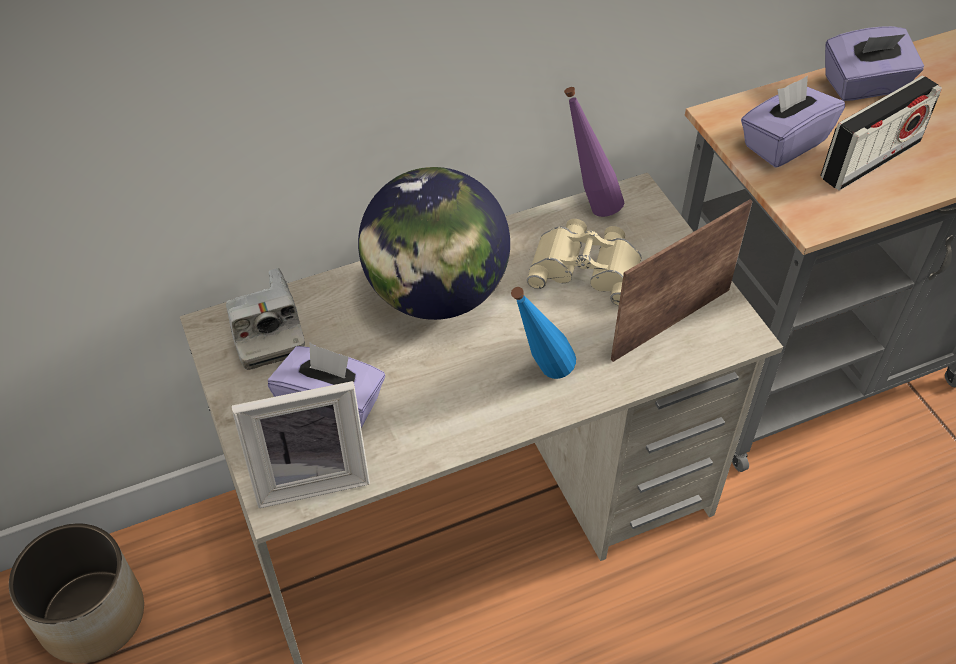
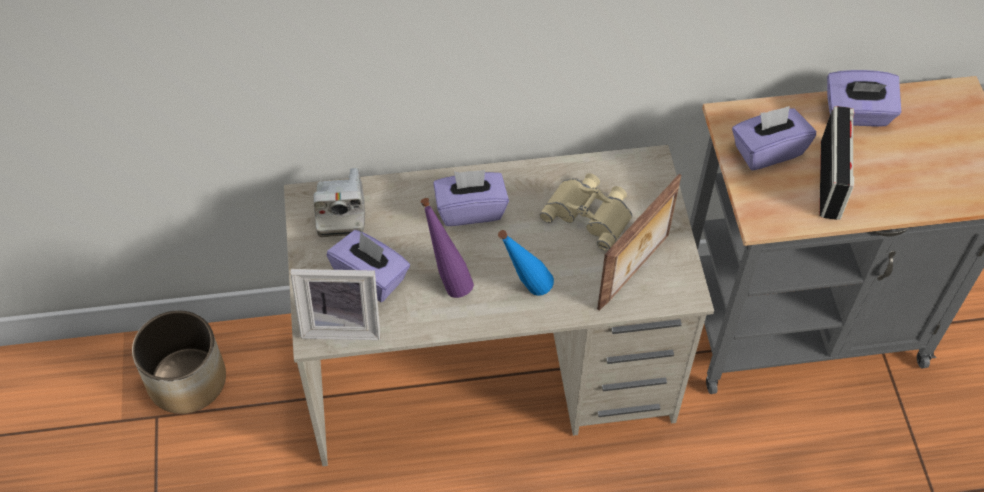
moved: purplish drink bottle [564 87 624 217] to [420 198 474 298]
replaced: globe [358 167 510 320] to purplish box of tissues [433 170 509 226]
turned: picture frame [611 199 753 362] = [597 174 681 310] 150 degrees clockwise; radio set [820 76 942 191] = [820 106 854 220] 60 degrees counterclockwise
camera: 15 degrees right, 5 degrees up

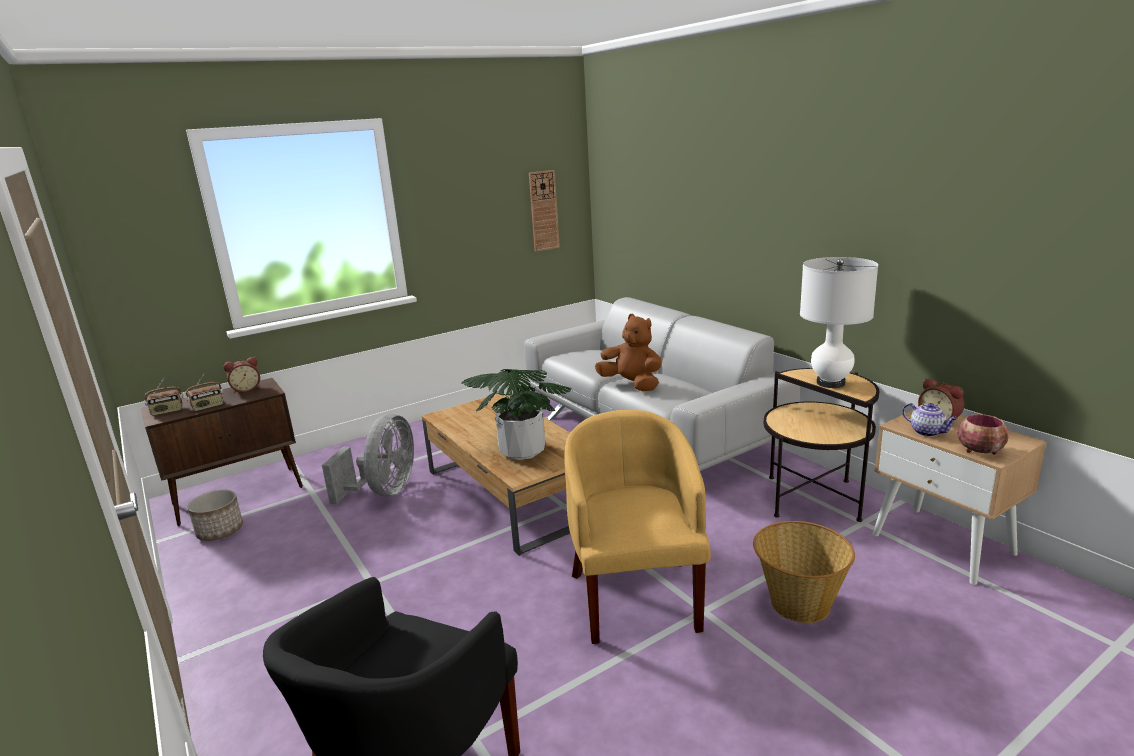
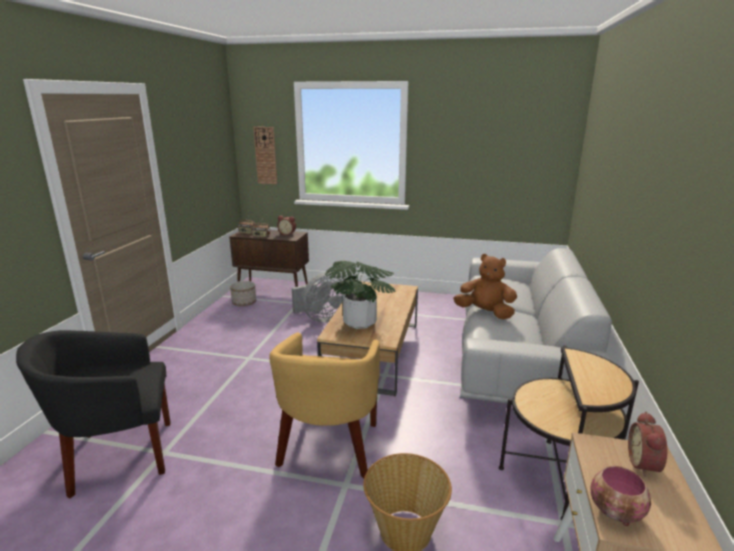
removed: whitish table lamp [800 257 878 388]; teapot [903 403 958 437]
moved: wall clock [529 170 560 252] to [253 127 277 184]
turned: yellowish armchair [564 410 711 644] = [269 332 380 479] 150 degrees clockwise; brown plush toy [595 314 662 391] = [453 254 517 320] 60 degrees counterclockwise
camera: 45 degrees right, 0 degrees up

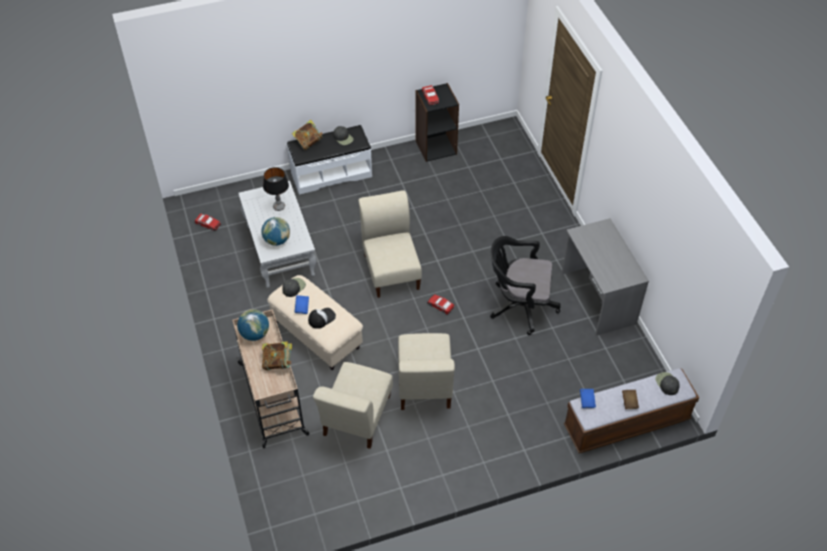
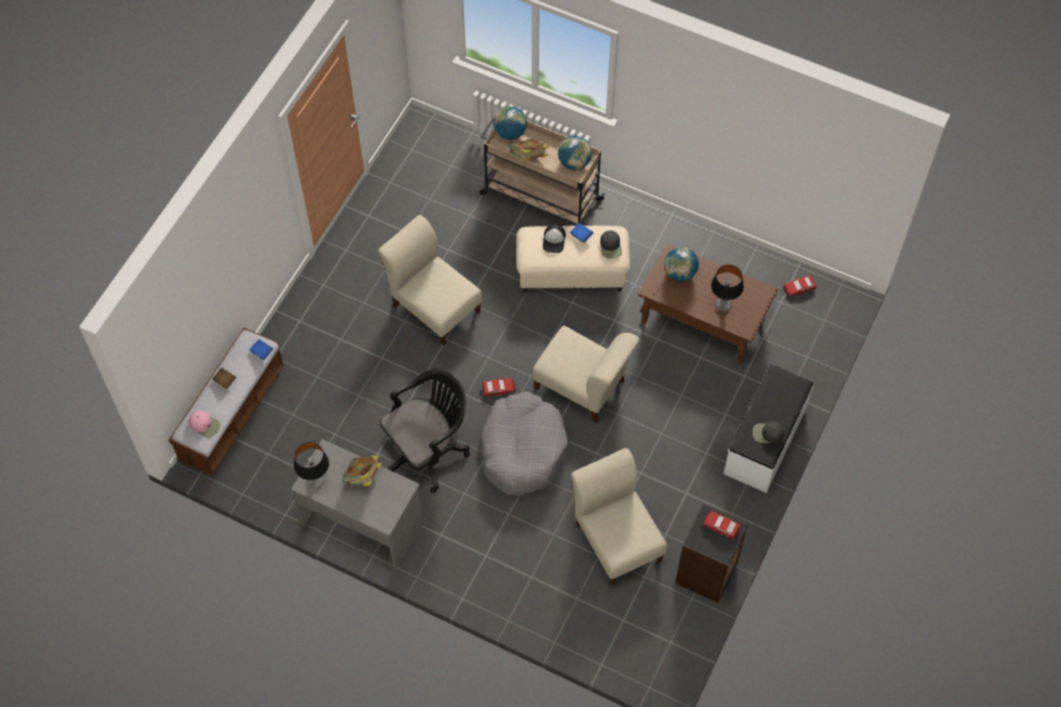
added: table lamp [294 442 329 489]; greyish pet bed [480 391 569 496]; globe [493 106 527 140]
moved: book [292 120 323 150] to [342 455 382 486]; beige upright chair [313 362 393 449] to [572 448 667 586]
recoloured: whitish low table [238 181 316 288] to brown low table [638 243 778 365]; blackish baseball cap [655 372 680 395] to pinkish baseball cap [189 411 220 437]
camera: 135 degrees right, 10 degrees up

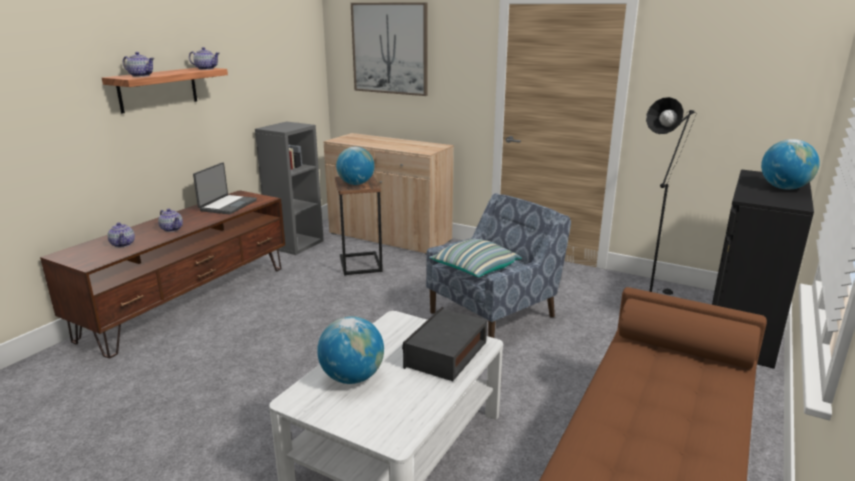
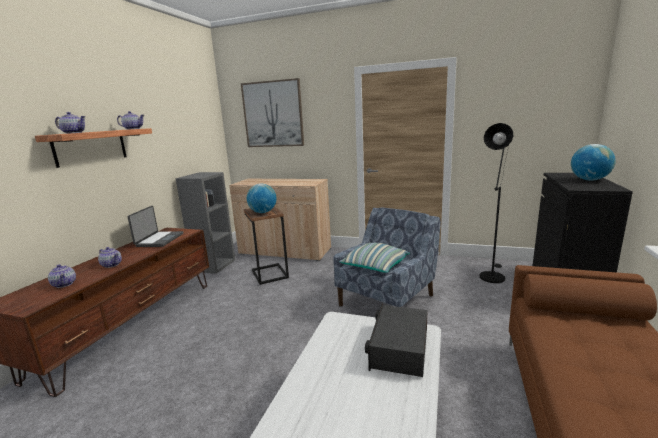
removed: globe [317 316 384 384]
camera: 10 degrees left, 5 degrees down

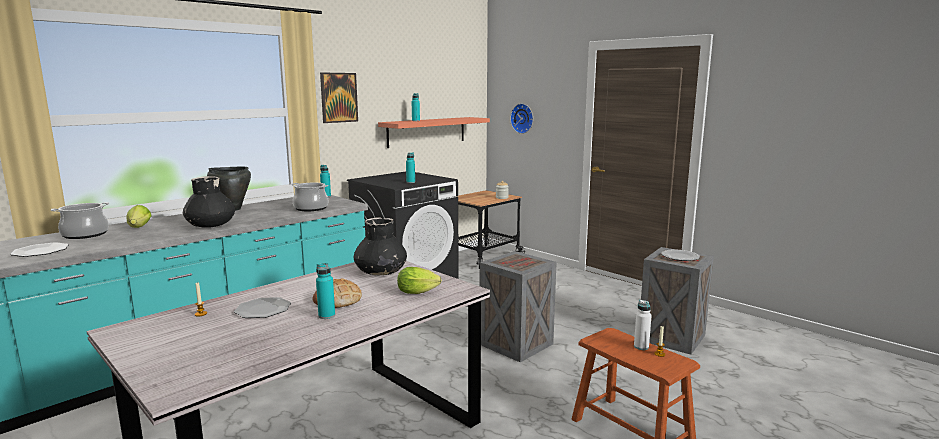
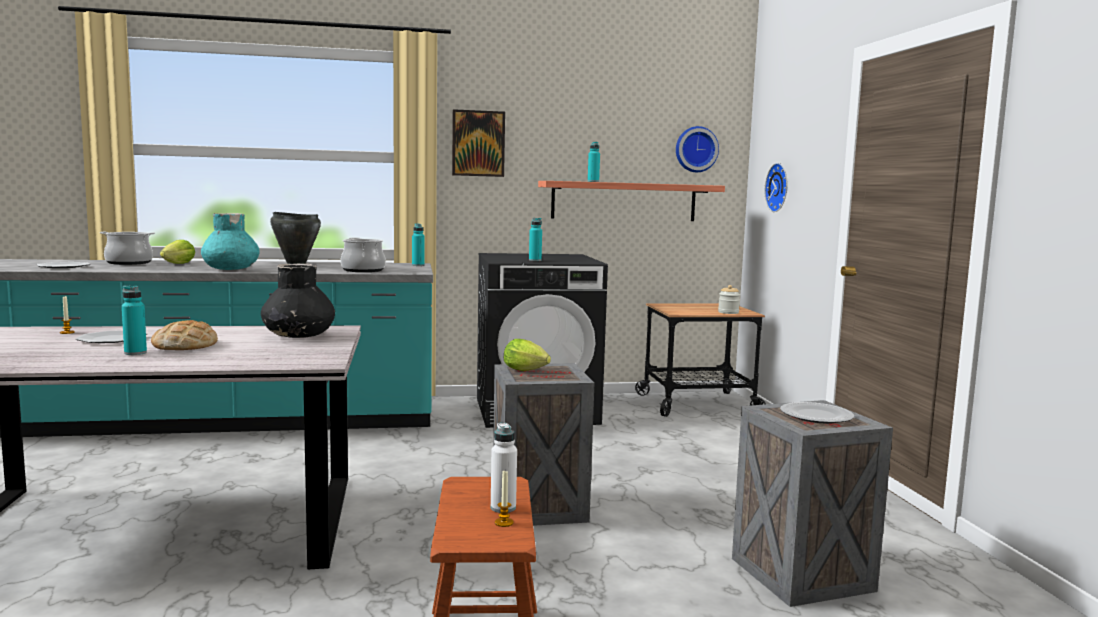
added: wall clock [676 126 719 172]
moved: lettuce [397 267 442 294] to [504 339 551 371]
recoloured: blackish decorative vase [183 176 235 227] to blue-green decorative vase [201 213 260 270]
camera: 35 degrees right, 5 degrees down

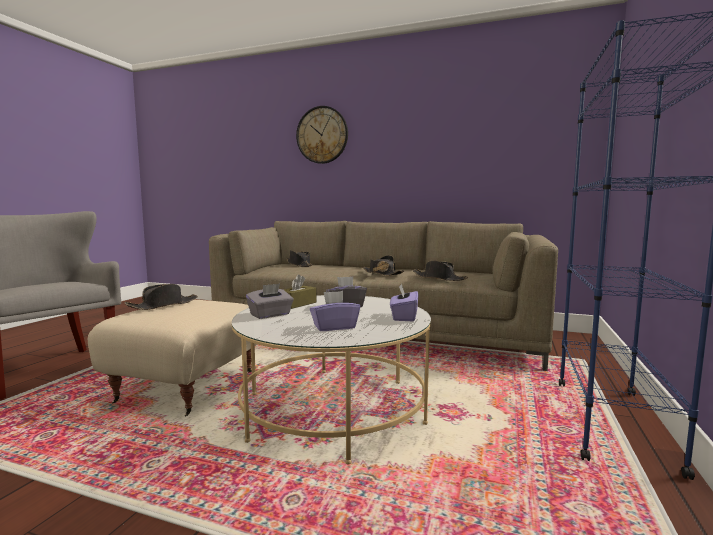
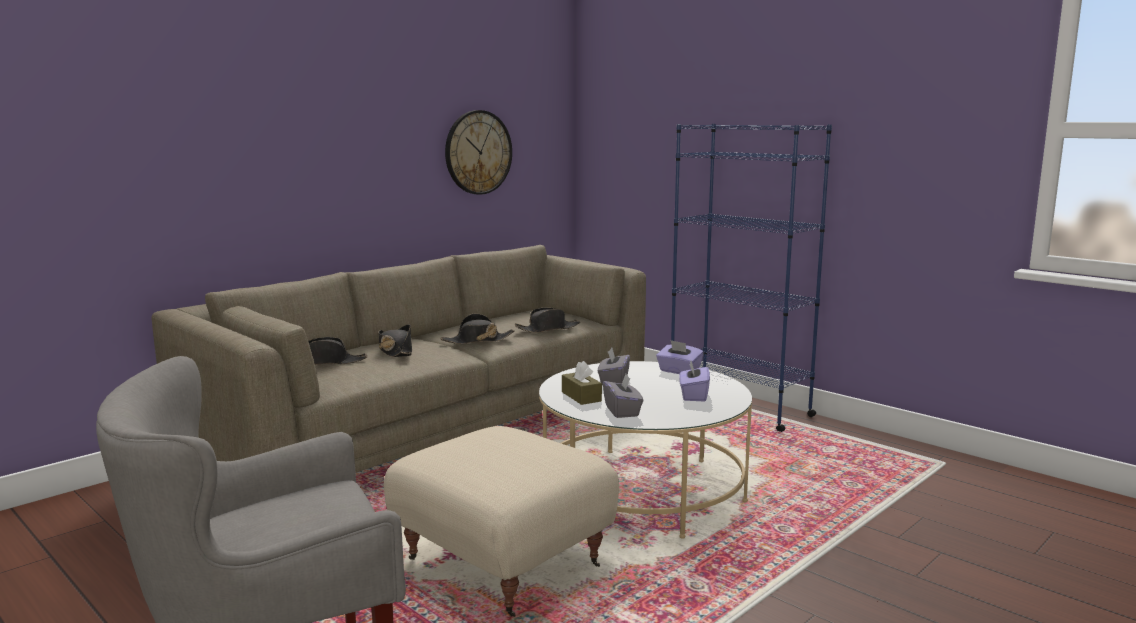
moved: blackish clothing hat [125 284 198 310] to [378 324 412 357]; wall clock [296 106 348 164] to [445 110 512 195]
camera: 65 degrees left, 5 degrees up

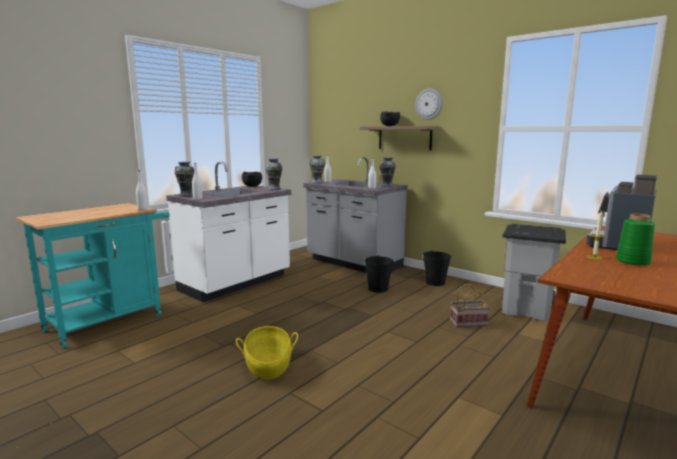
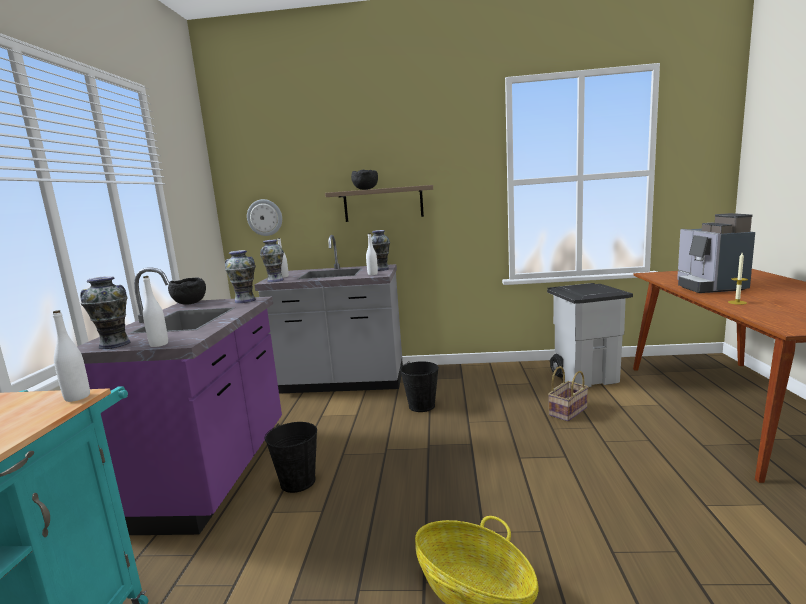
removed: green decorative vase [616 214 655 266]
moved: wall clock [415 89 442 120] to [247 199 282 236]; blackish bucket [423 250 451 286] to [264 422 317 493]
recoloured: whitish counter [166 161 291 302] to purplish counter [77 267 282 535]
camera: 35 degrees left, 0 degrees up

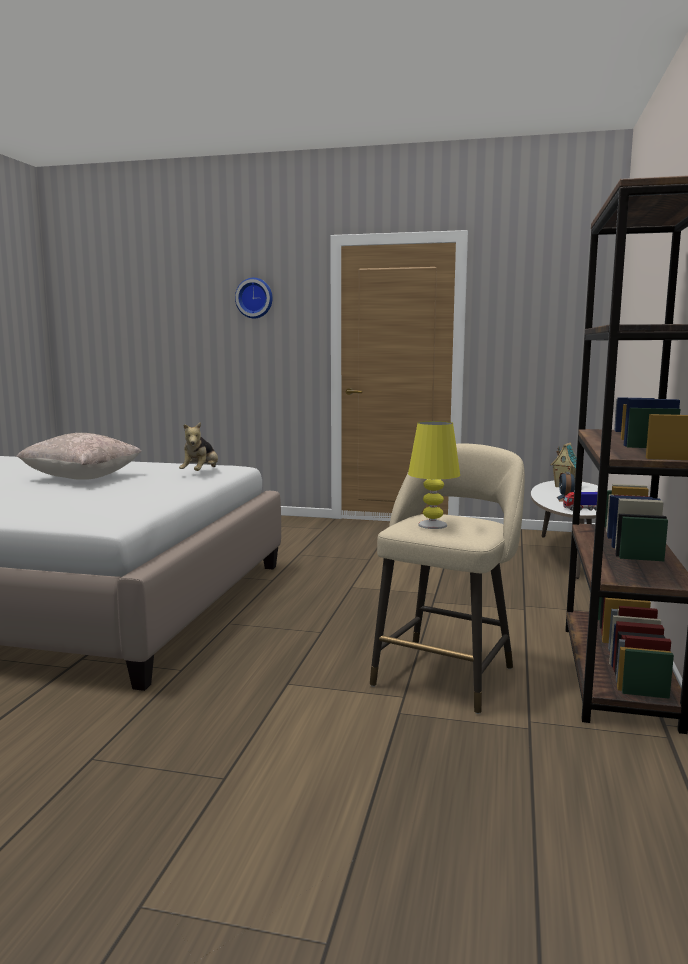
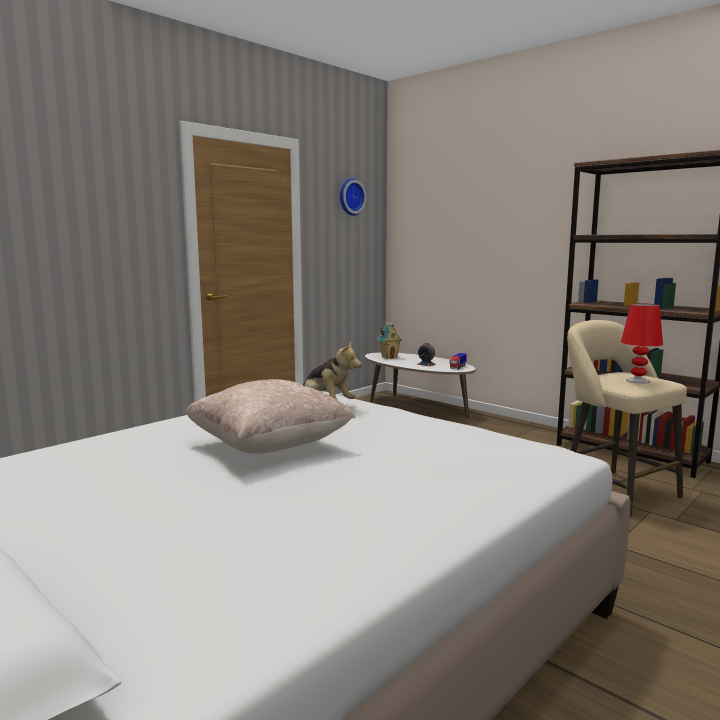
moved: wall clock [235 278 273 318] to [340 178 367 216]
recoloured: yellowish table lamp [408 421 460 529] to reddish table lamp [621 303 663 384]
camera: 60 degrees left, 0 degrees up

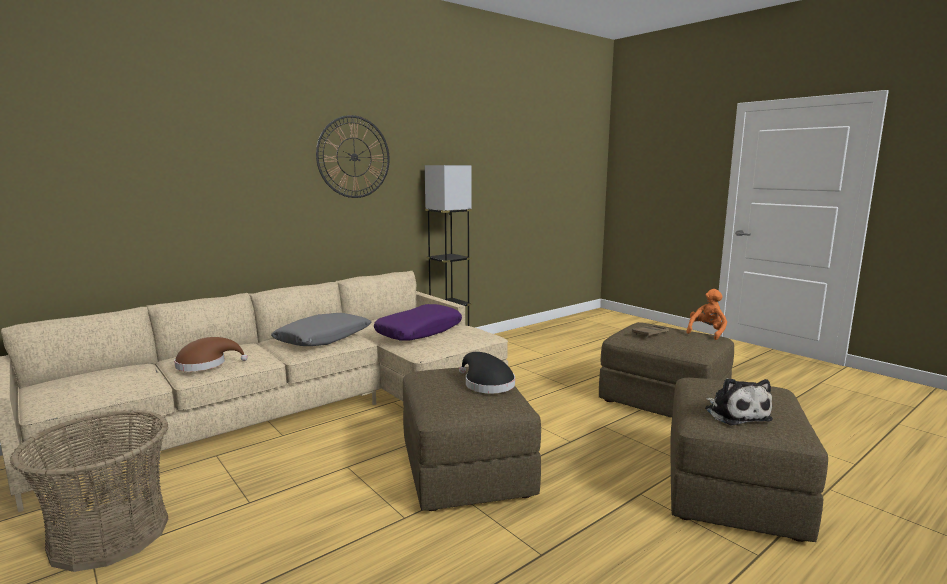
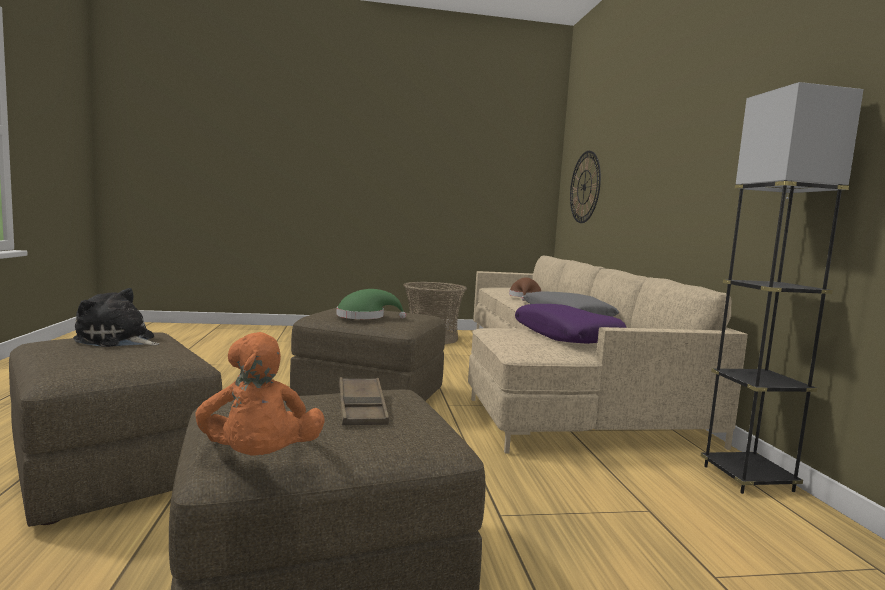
moved: wall clock [316 115 389 198] to [570 151 601 223]
recoloured: blackish clothing hat [459 352 515 393] to green clothing hat [337 289 406 319]
camera: 120 degrees right, 5 degrees down

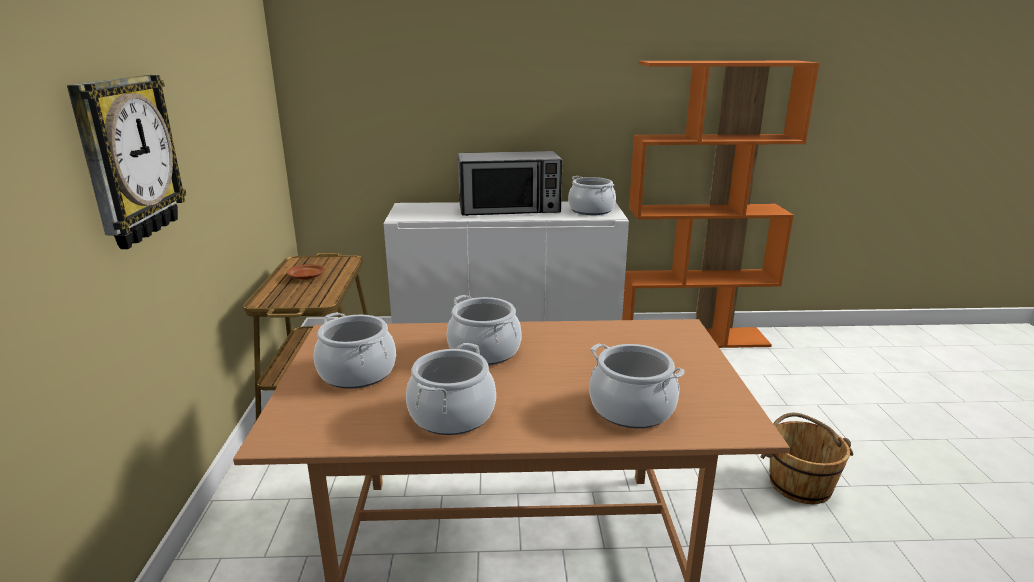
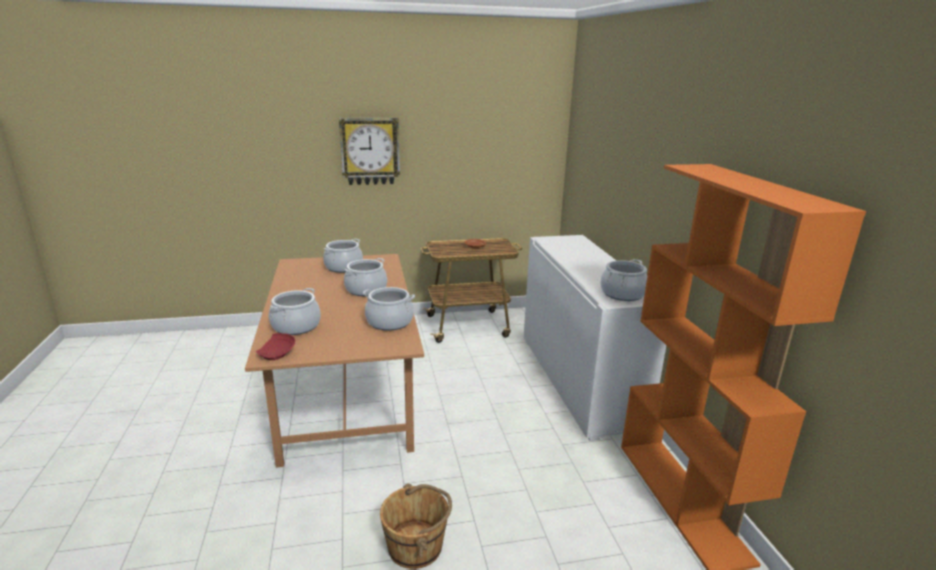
removed: microwave [458 151 562 216]
added: reddish dinner plate [256 333 295 360]
moved: cooking pot [406 343 496 435] to [363 287 415 331]
camera: 80 degrees right, 0 degrees up

